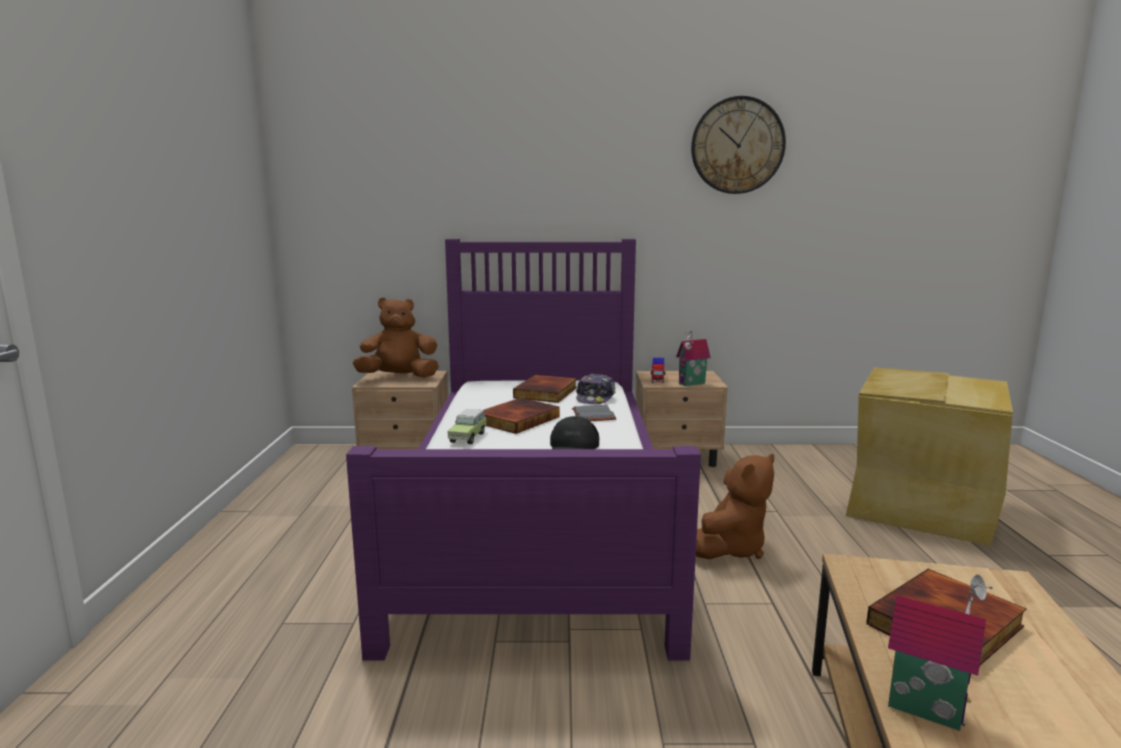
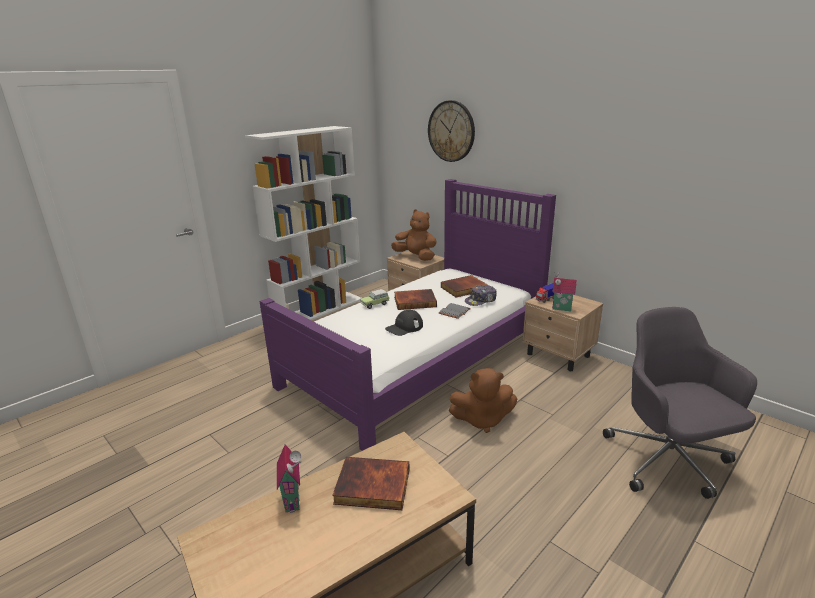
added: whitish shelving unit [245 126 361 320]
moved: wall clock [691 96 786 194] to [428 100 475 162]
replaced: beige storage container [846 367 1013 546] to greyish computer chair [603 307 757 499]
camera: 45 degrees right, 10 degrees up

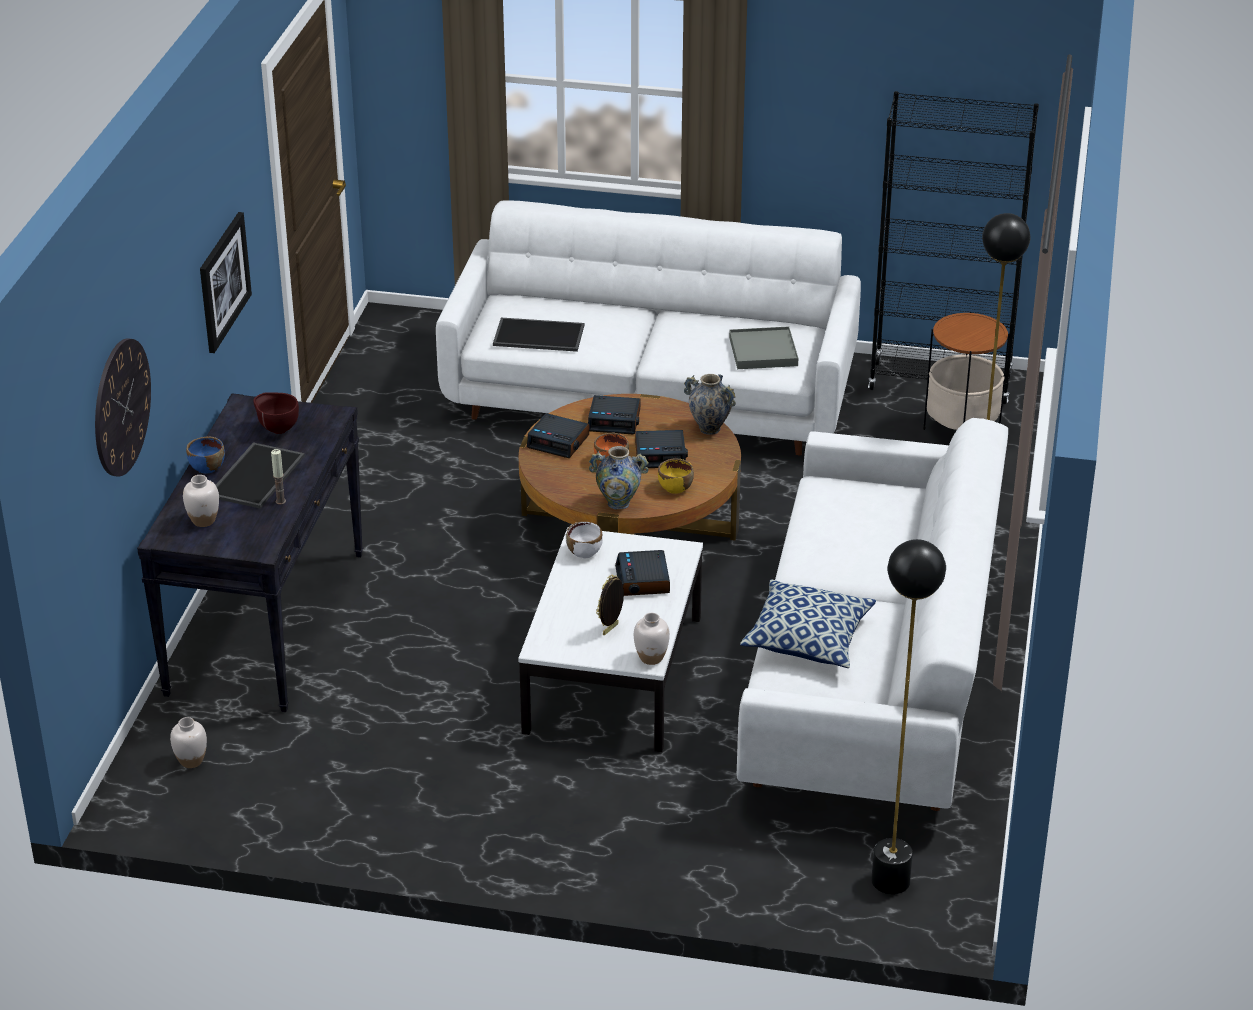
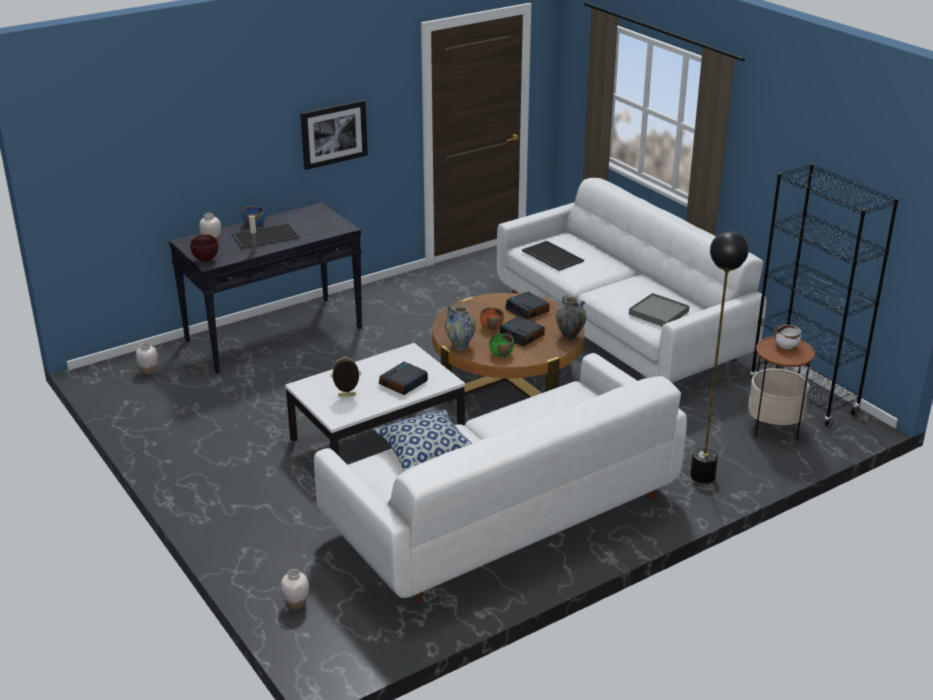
removed: wall clock [95 338 151 477]; table clock [527 413 589 458]; blackish standard lamp [871 539 946 894]
moved: brown serving bowl [253 392 299 434] to [190 234 218 262]; whitish serving bowl [566 521 603 558] to [775 324 801 349]; whitish decorative vase [634 613 670 665] to [281 569 309 610]
recoloured: yellowish serving bowl [658 458 694 494] to green serving bowl [489 333 514 357]
camera: 45 degrees right, 5 degrees down

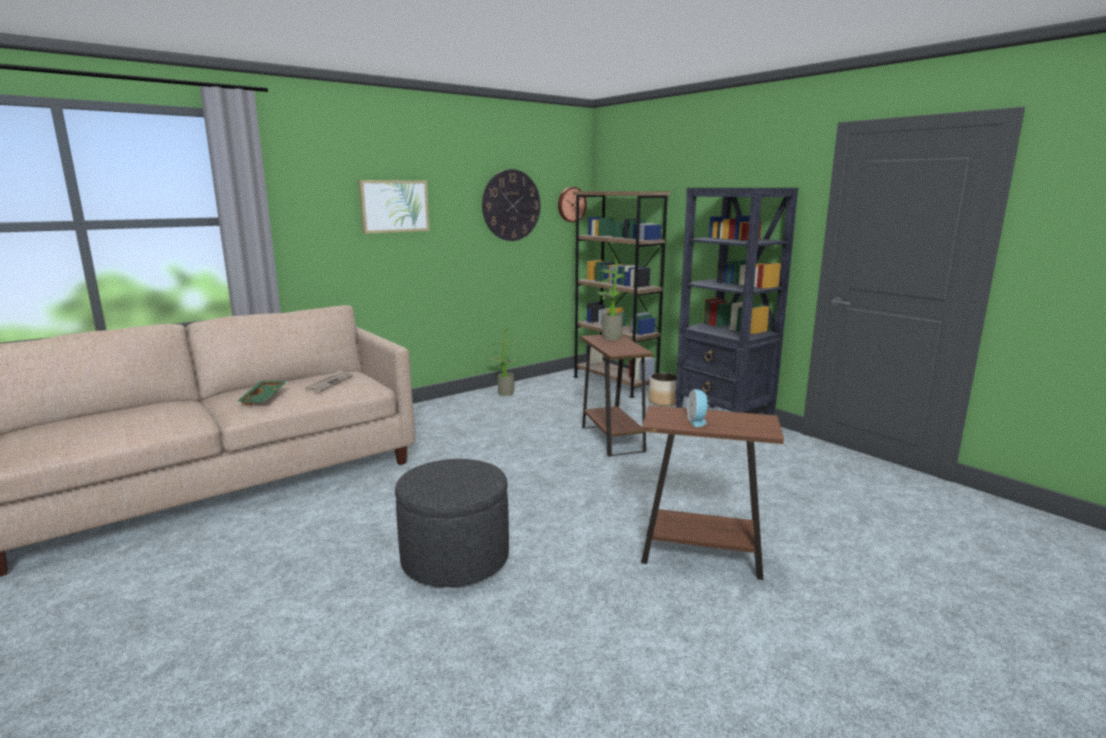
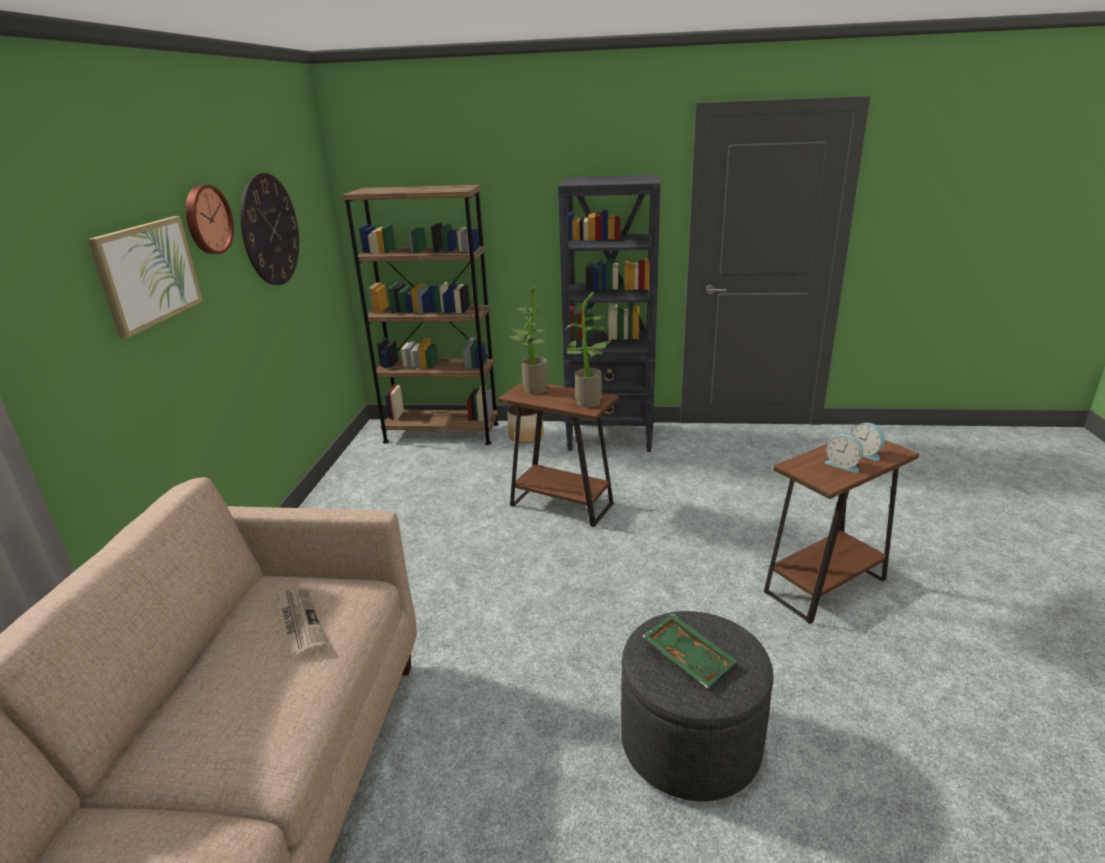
added: table clock [850 423 885 461]
moved: green carrying tray [236 381 287 405] to [642 613 737 688]; potted plant [487 327 521 396] to [566 292 618 408]; wall clock [558 187 587 222] to [186 185 234 254]
camera: 45 degrees left, 10 degrees up

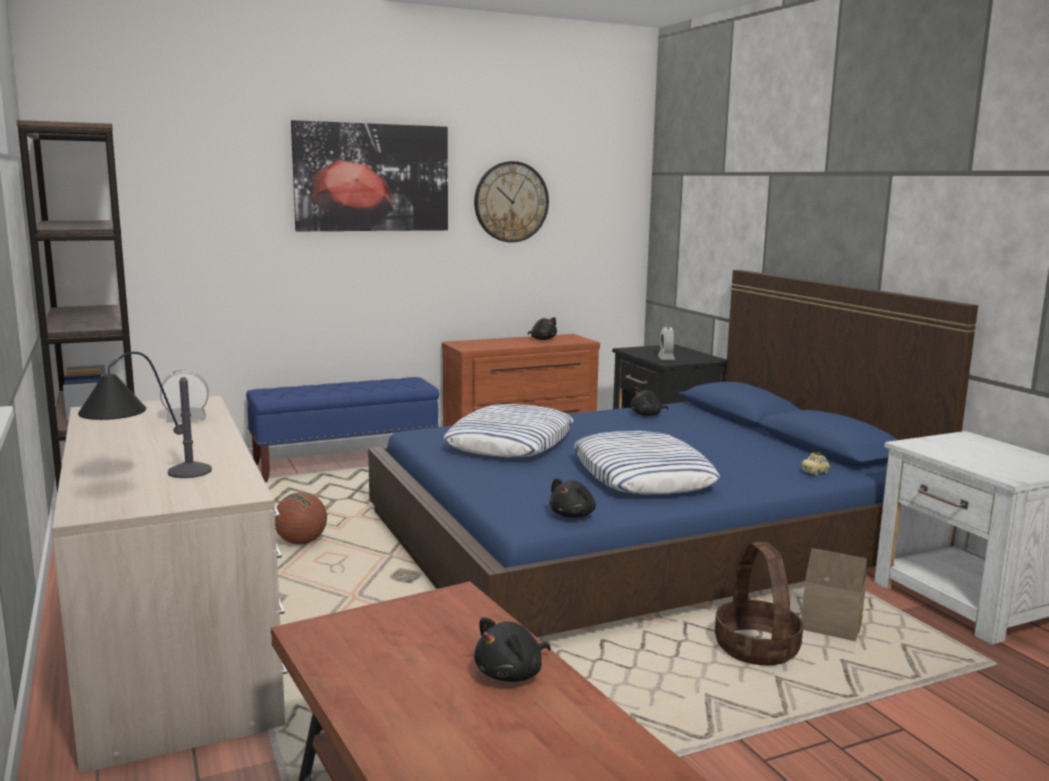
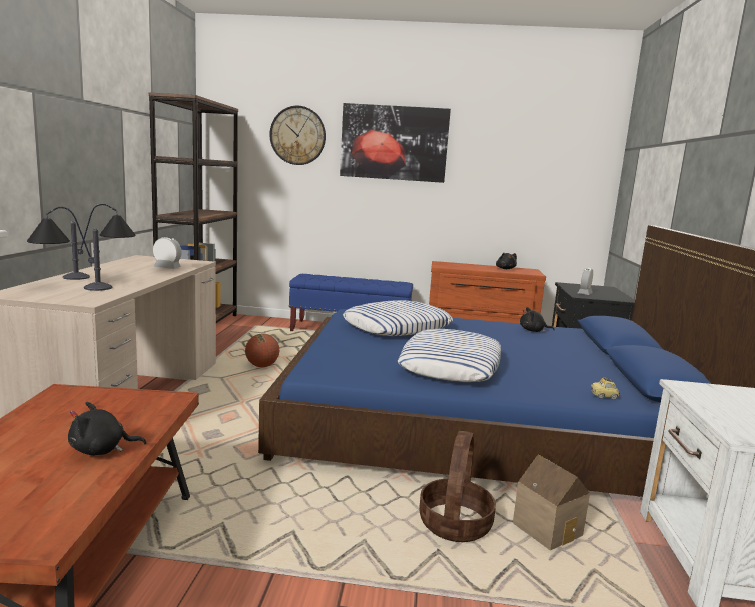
removed: blackish plush toy [549 478 596 518]
added: table lamp [63 204 136 280]
moved: wall clock [474 161 549 243] to [270 106 326 165]
camera: 30 degrees right, 0 degrees up

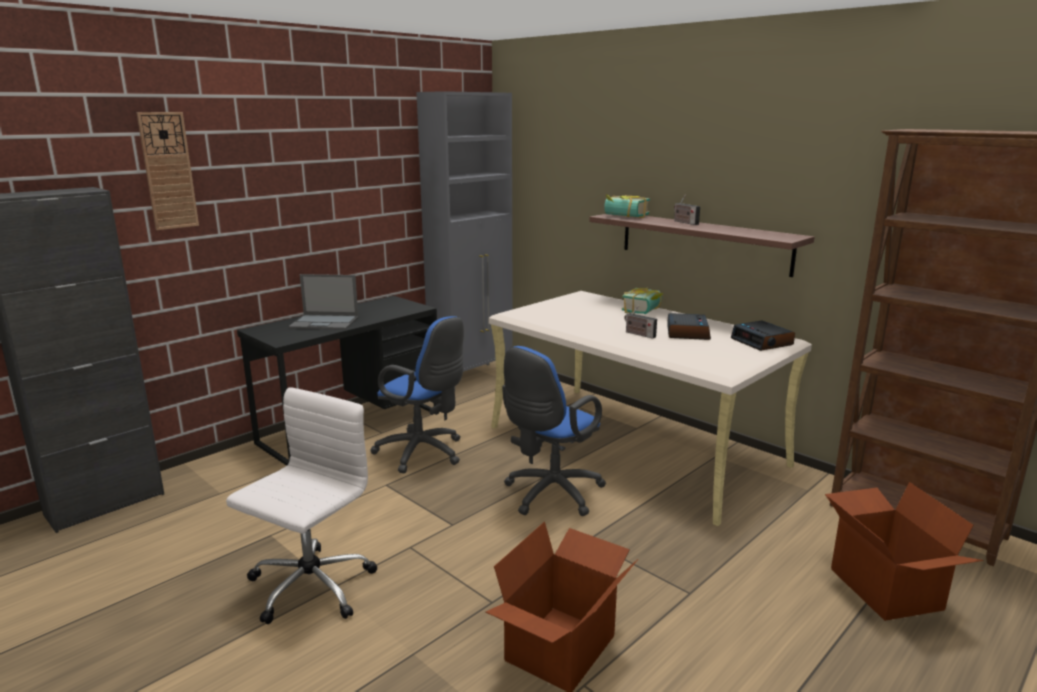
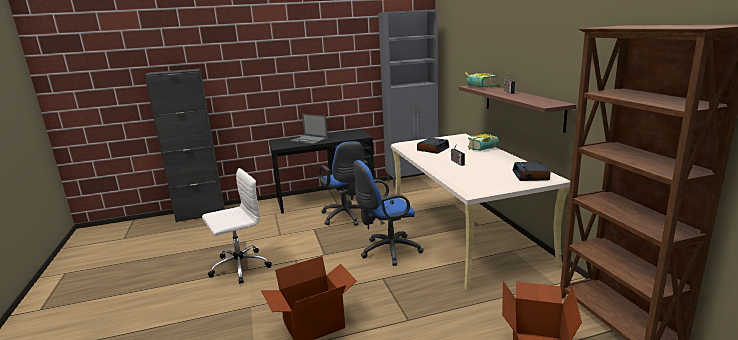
removed: wall clock [136 112 199 230]
moved: table clock [667 313 711 340] to [417 138 449 154]
camera: 30 degrees right, 0 degrees up

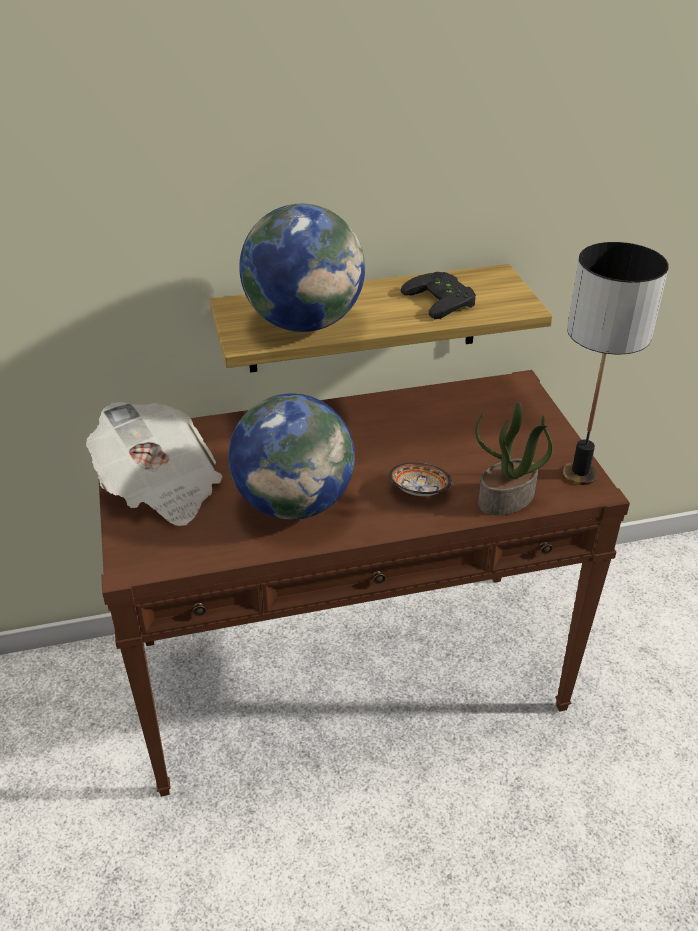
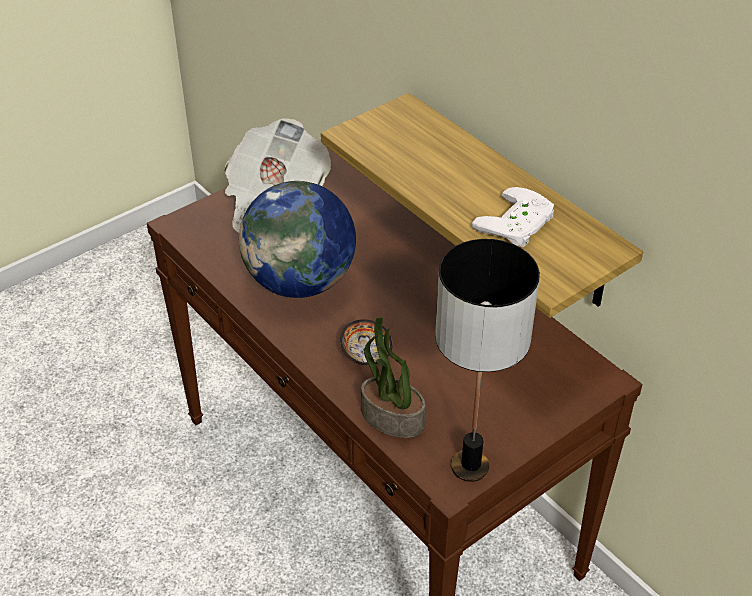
removed: globe [239 204 365 332]
recoloured: blackish game controller [401 272 476 319] to whitish game controller [471 187 554 247]
camera: 65 degrees right, 5 degrees up

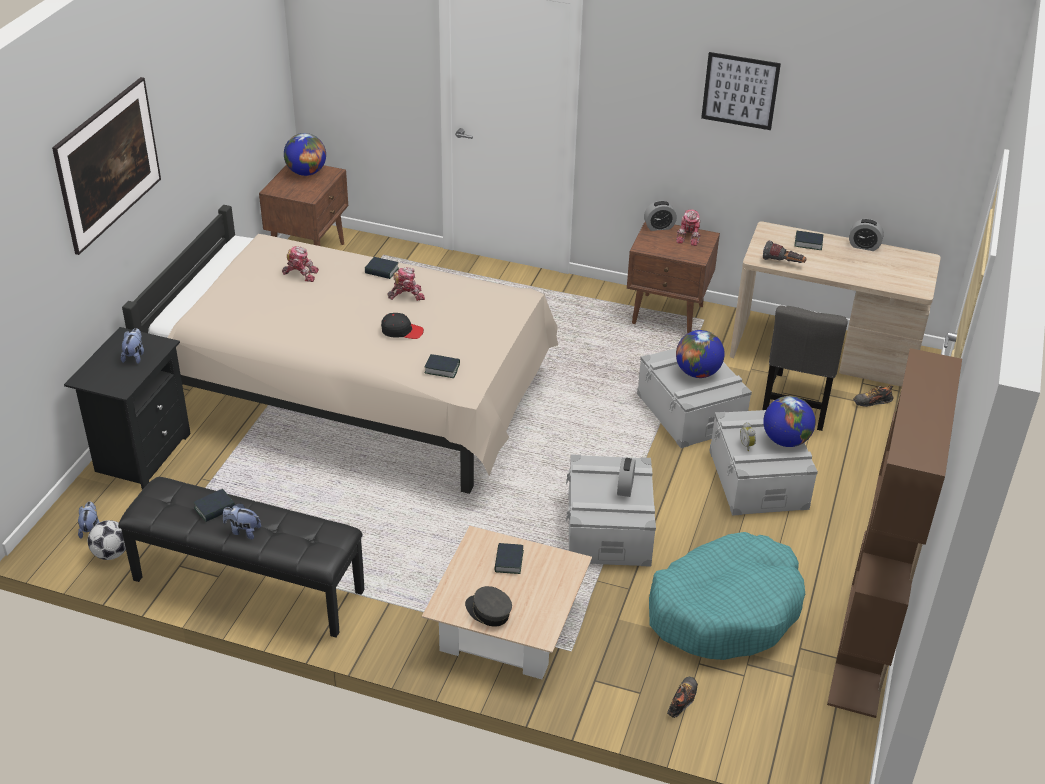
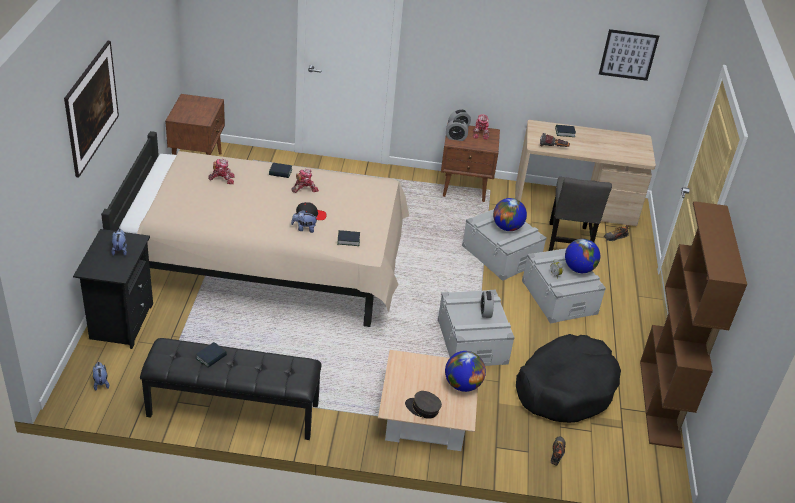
removed: football ball [88 520 126 560]; book [494 543 524 574]
moved: plush toy [223 503 261 539] to [291 210 318 233]; globe [284 133 326 176] to [445 351 486 392]; picture [701 52 781 130] to [599 29 659 81]; table clock [849 219 884 251] to [446 119 468 141]
recoloured: blue-green pet bed [649 532 805 660] to blackish pet bed [516 334 621 423]
camera: 15 degrees left, 0 degrees up

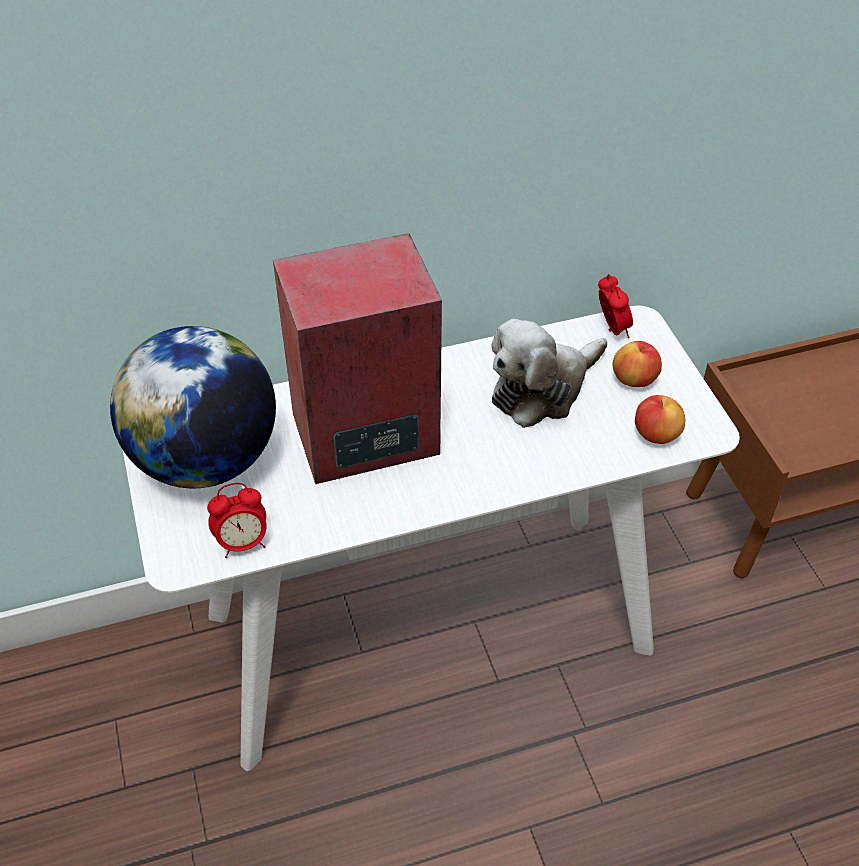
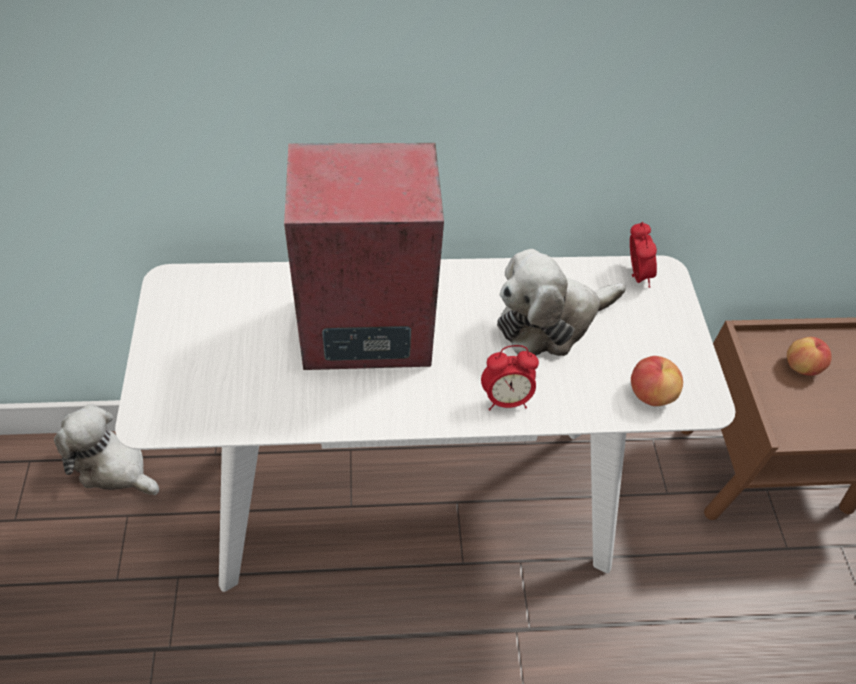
removed: globe [110 326 276 488]
added: plush toy [54 404 159 495]
moved: table clock [207 483 267 558] to [481 345 539 411]; whole apple [612 341 662 387] to [787 337 832 376]
camera: 10 degrees right, 5 degrees up

